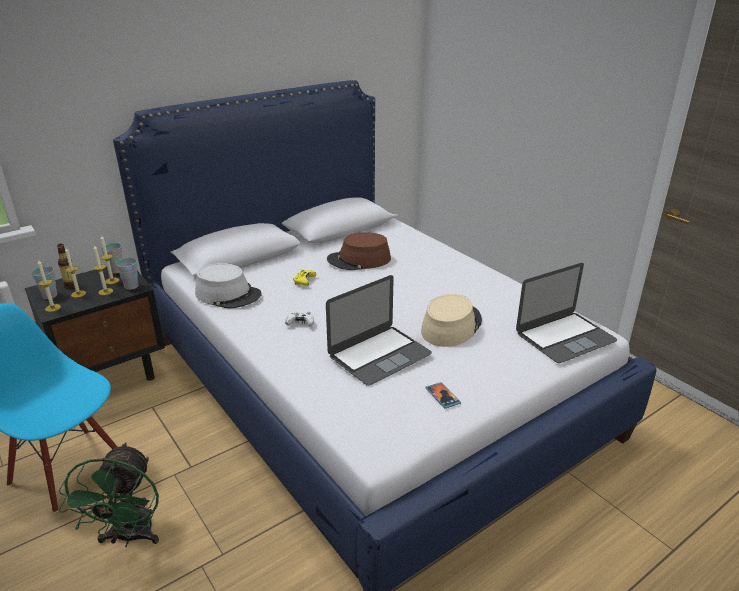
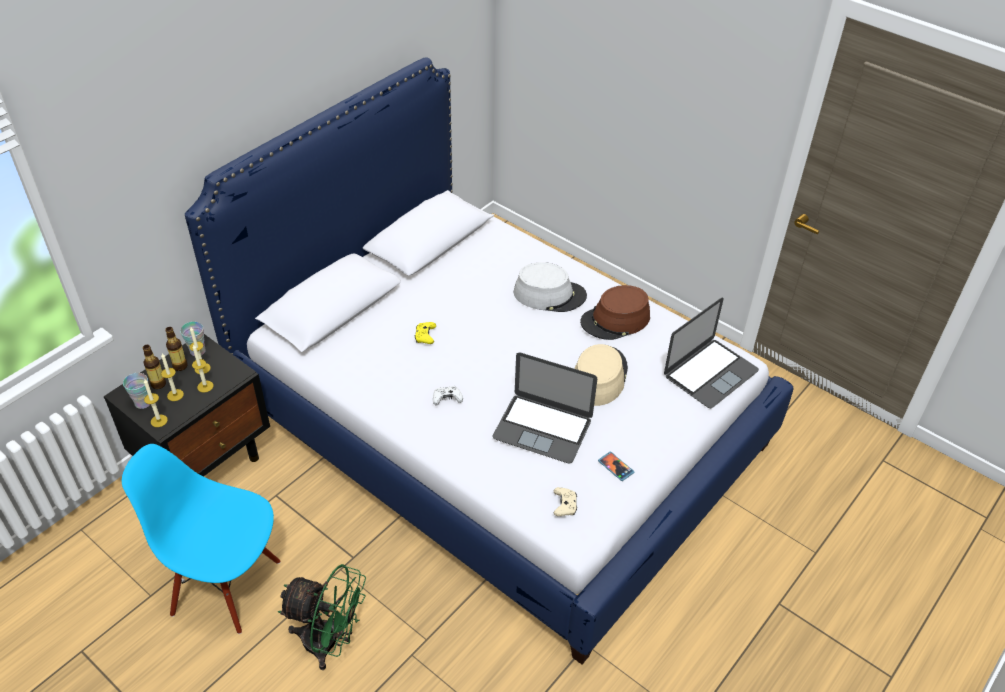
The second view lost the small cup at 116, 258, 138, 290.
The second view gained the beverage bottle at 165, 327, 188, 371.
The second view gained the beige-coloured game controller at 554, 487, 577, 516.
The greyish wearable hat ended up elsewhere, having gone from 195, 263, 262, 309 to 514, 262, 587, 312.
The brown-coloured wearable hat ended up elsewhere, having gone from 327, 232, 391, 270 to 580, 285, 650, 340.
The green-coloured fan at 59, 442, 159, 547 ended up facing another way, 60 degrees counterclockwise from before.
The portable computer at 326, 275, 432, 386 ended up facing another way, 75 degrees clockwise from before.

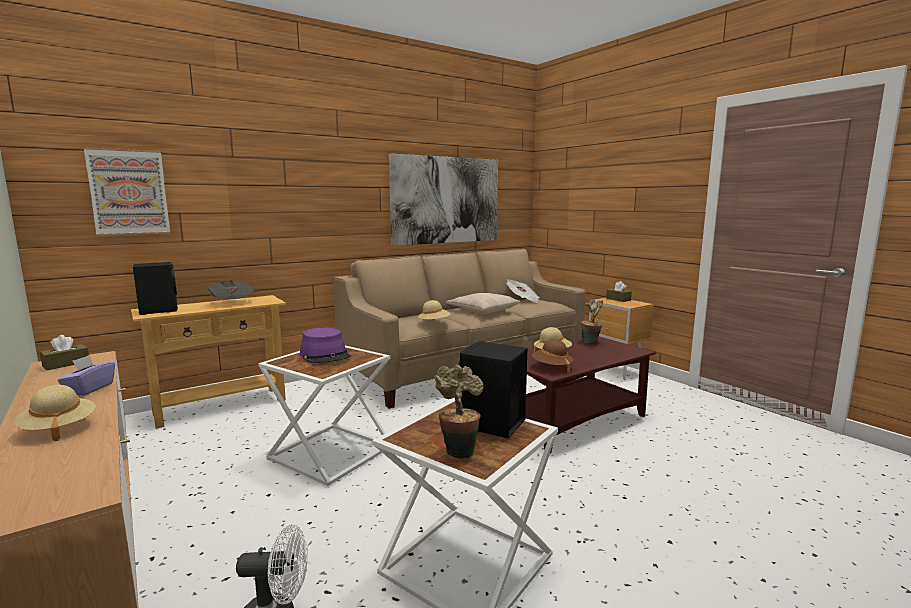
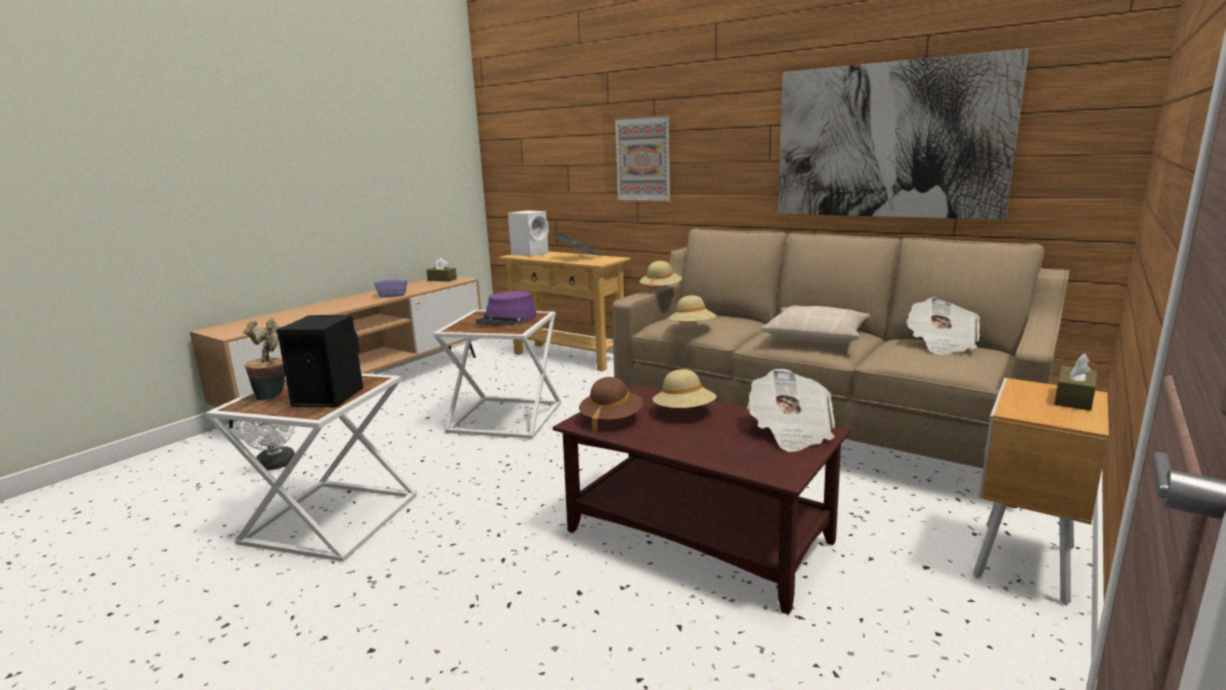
The beige-coloured wearable hat ended up elsewhere, having gone from 14, 385, 96, 441 to 640, 261, 682, 295.
The wall picture ended up elsewhere, having gone from 84, 147, 170, 236 to 614, 115, 671, 202.
Where the plant in a pot stood at 581, 300, 603, 343, the newspaper came to stand at 747, 369, 835, 452.
What was the blackish loudspeaker at 133, 262, 178, 315 turned into the white-coloured loudspeaker at 508, 210, 549, 257.

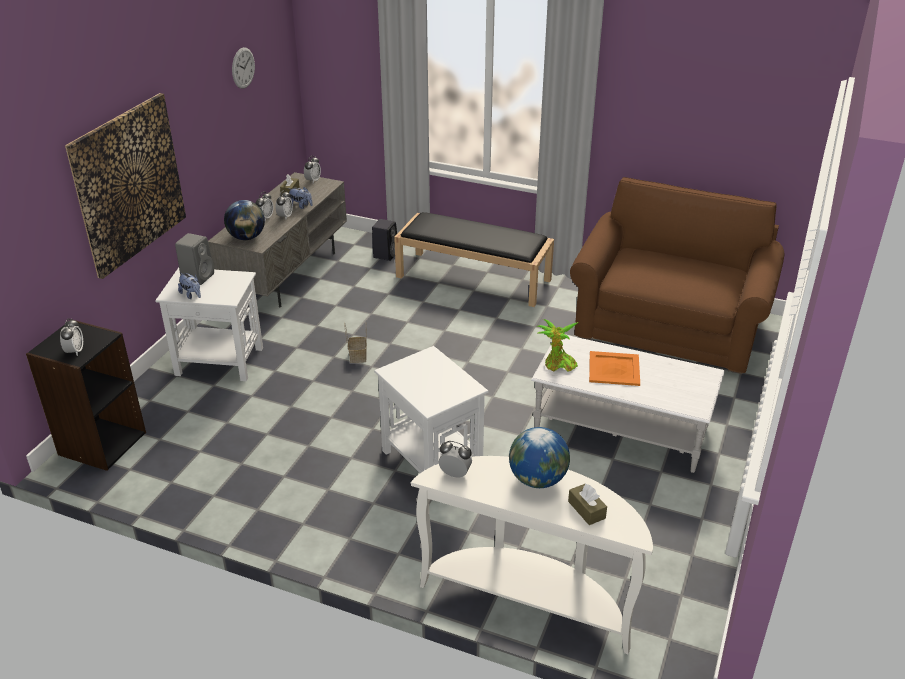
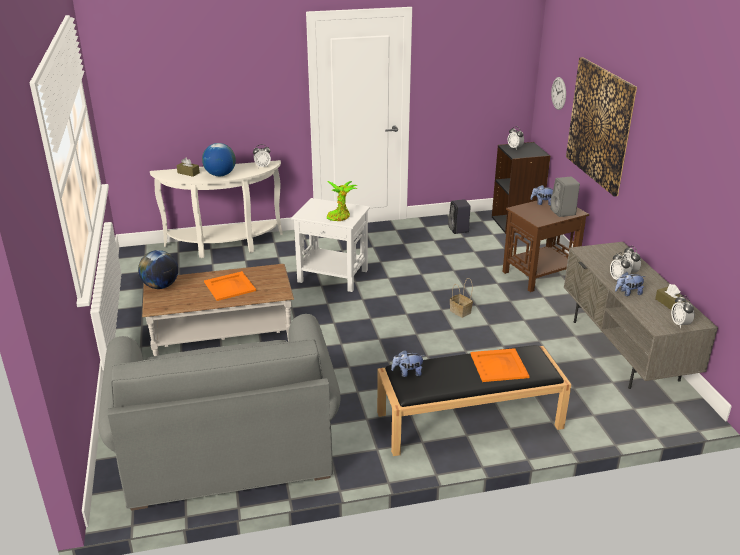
The second view gained the soft toy at 391, 350, 424, 377.
The second view gained the orange tray at 470, 348, 529, 382.
The globe ended up elsewhere, having gone from 224, 200, 265, 240 to 138, 250, 178, 289.
The hanging clock ended up elsewhere, having gone from 232, 47, 255, 89 to 551, 77, 566, 110.
The blackish loudspeaker ended up elsewhere, having gone from 372, 219, 397, 261 to 448, 199, 471, 234.
The plant in a pot ended up elsewhere, having gone from 537, 319, 578, 372 to 327, 181, 357, 221.
What was the white-coloured accent table at 155, 268, 263, 381 turned into the brown-coloured accent table at 503, 200, 589, 292.
What was the white-coloured lounge table at 531, 335, 725, 473 turned into the brown-coloured lounge table at 142, 264, 294, 356.
What was the brown-coloured settee at 570, 177, 784, 374 turned into the greyish settee at 98, 314, 341, 511.

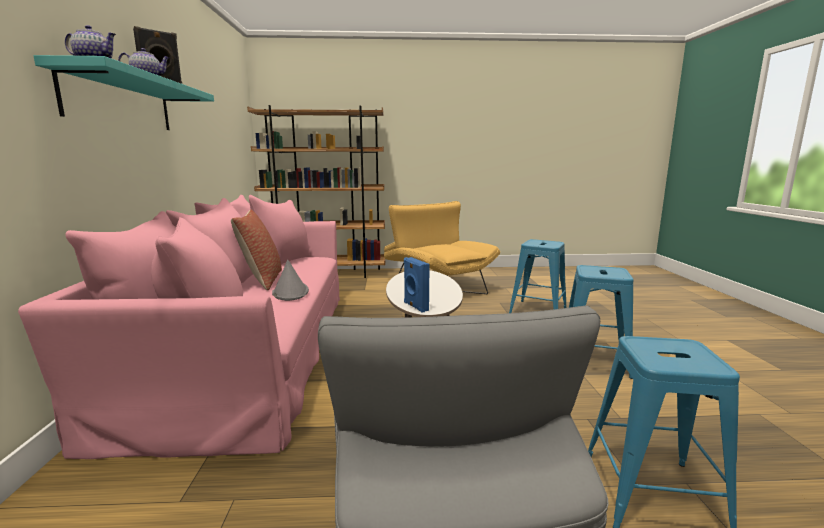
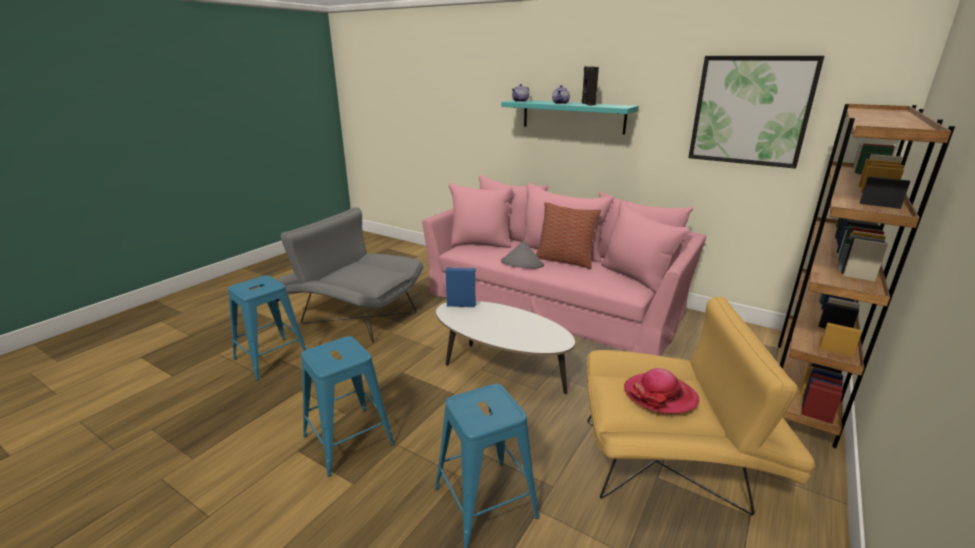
The second view gained the wearable hat at 624, 368, 699, 414.
The second view gained the wall picture at 688, 56, 824, 169.

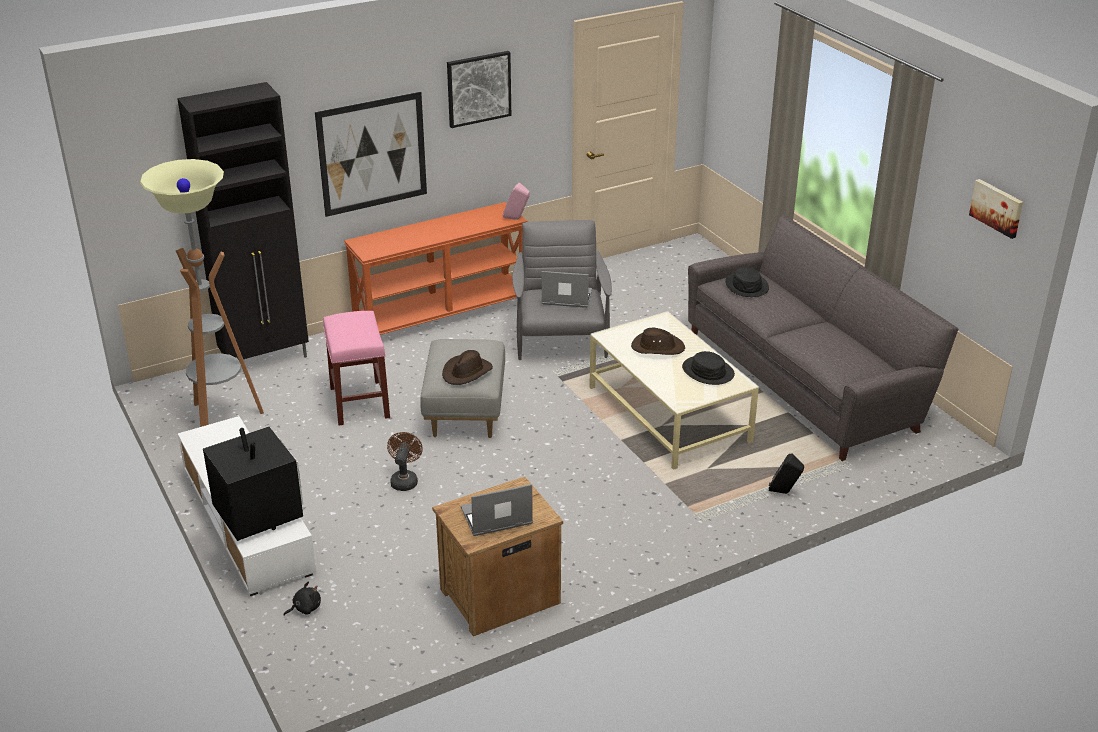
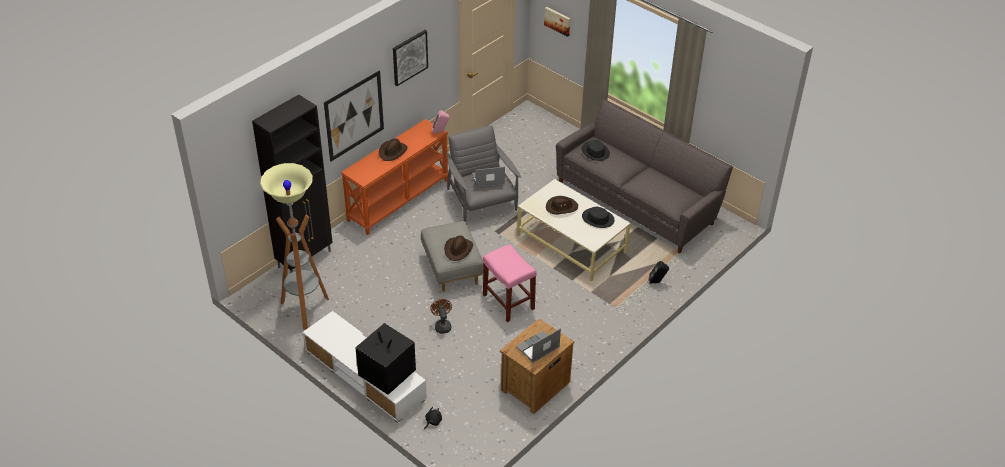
The second view gained the brown-coloured wearable hat at 379, 139, 408, 161.
The pinkish sitting stool ended up elsewhere, having gone from 323, 311, 390, 425 to 483, 244, 537, 322.
The wall picture ended up elsewhere, having gone from 969, 179, 1023, 239 to 544, 7, 570, 37.

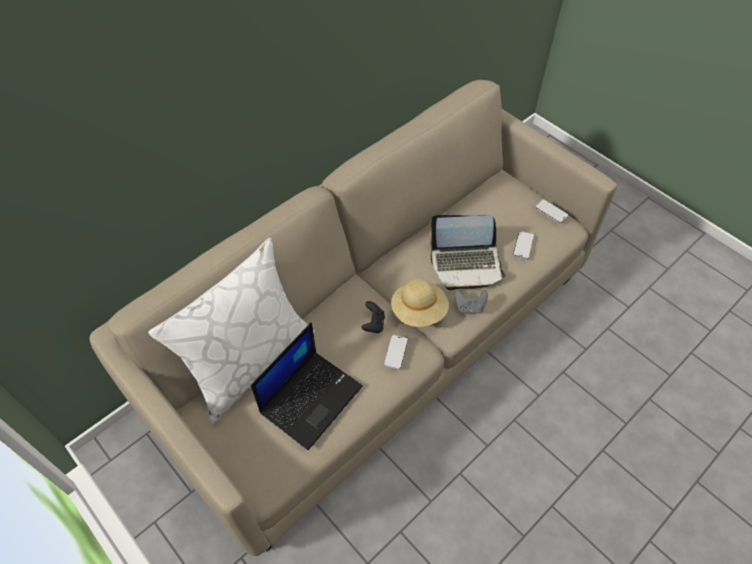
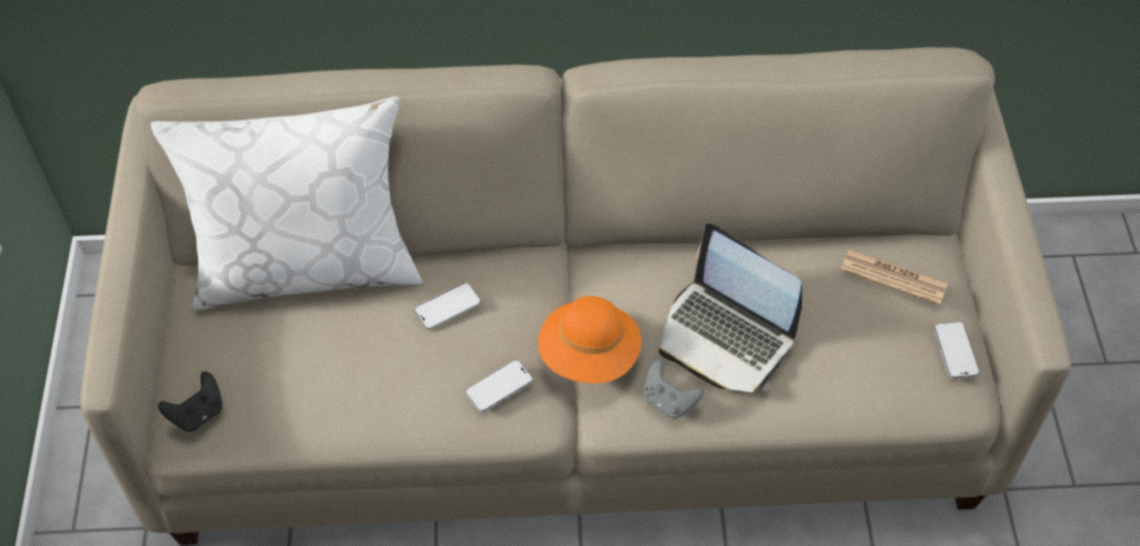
The second view lost the portable computer at 251, 322, 363, 450.
The second view gained the newspaper at 840, 249, 948, 305.
The blackish game controller ended up elsewhere, having gone from 361, 301, 385, 333 to 158, 372, 223, 432.
The handset ended up elsewhere, having gone from 513, 231, 534, 259 to 414, 283, 481, 330.
What was the beige-coloured wearable hat at 391, 278, 449, 327 turned into the orange wearable hat at 538, 296, 641, 383.

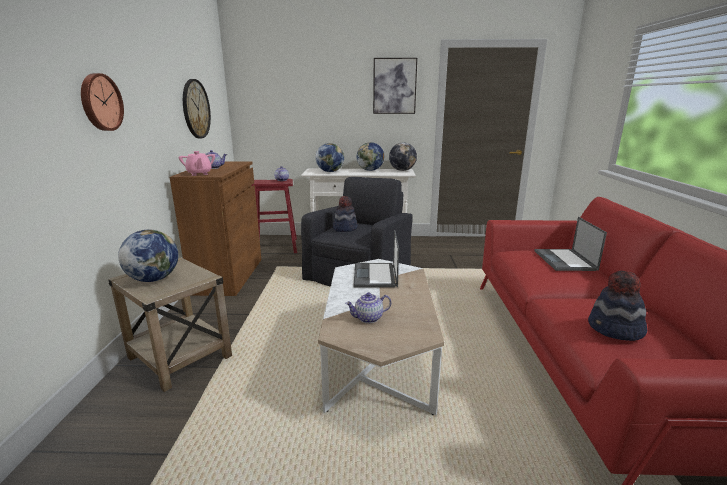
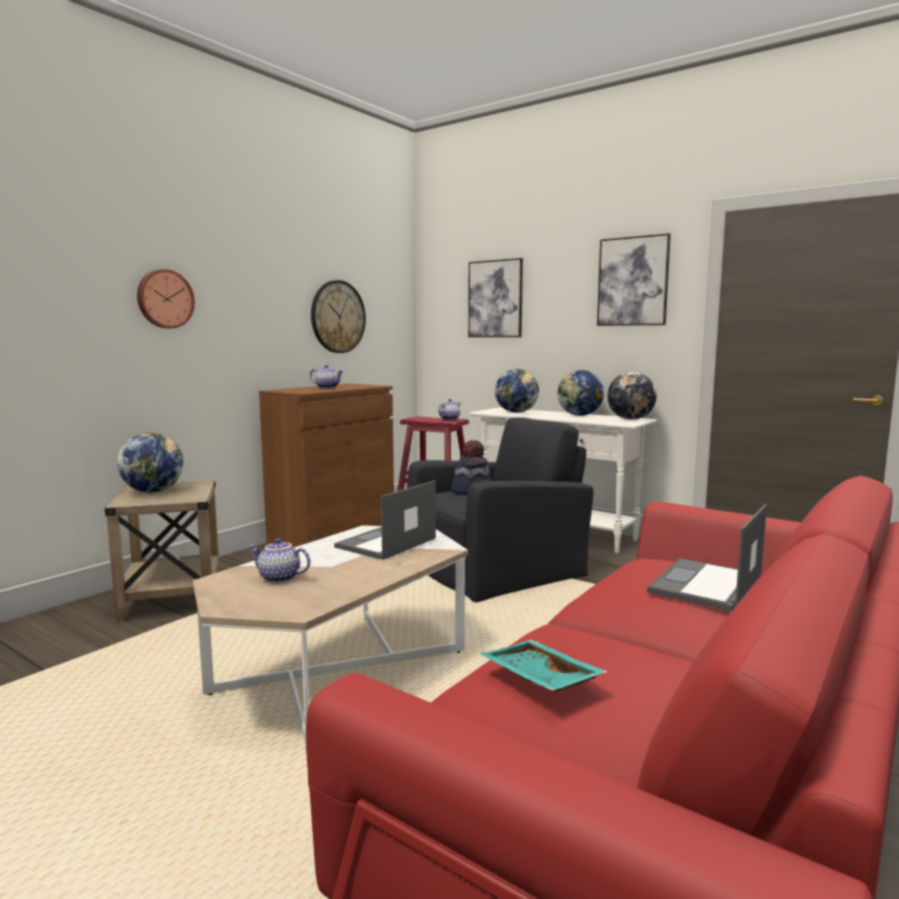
The second view lost the pinkish teapot at 179, 151, 215, 176.
The second view gained the wall picture at 468, 258, 523, 337.
Where the wearable hat stood at 588, 271, 647, 341, the turquoise tray came to stand at 479, 640, 608, 692.

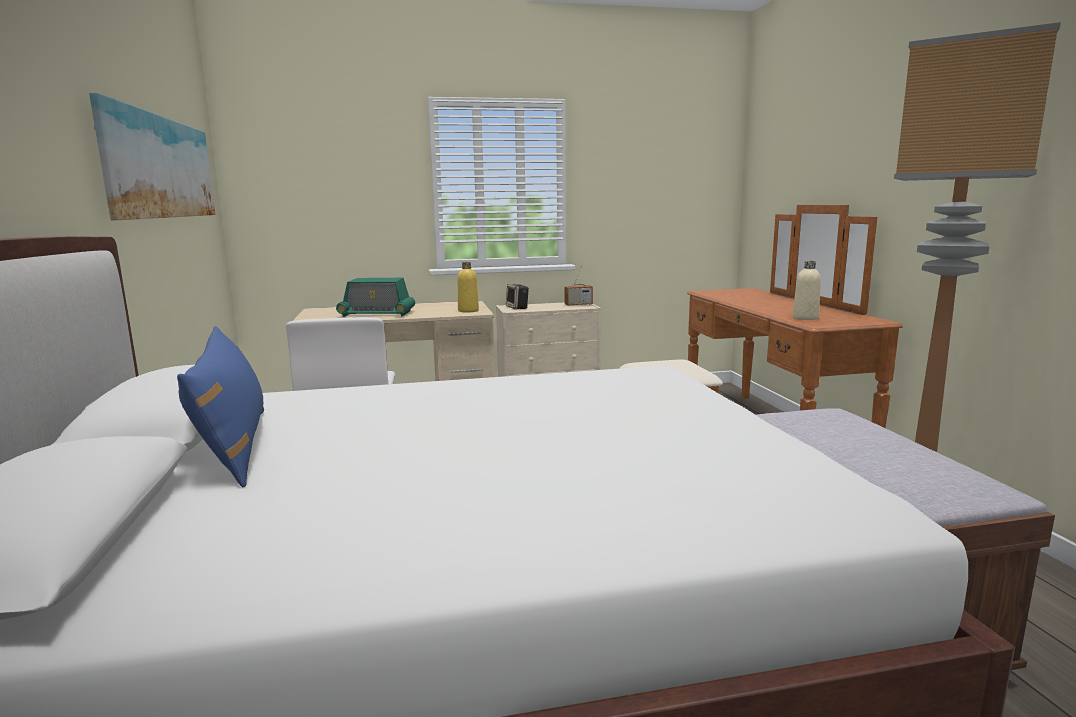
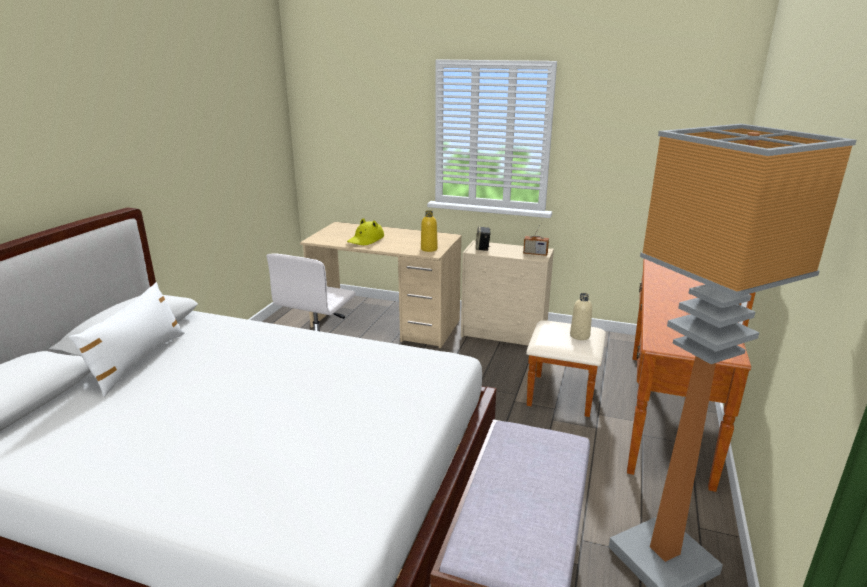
The second view lost the wall picture at 89, 92, 216, 220.
The beige-coloured beverage bottle ended up elsewhere, having gone from 793, 261, 821, 320 to 570, 293, 592, 340.
Where the radio stood at 336, 278, 415, 317, the yellow wearable hat came to stand at 347, 218, 384, 245.
What was the bluish throw pillow at 177, 326, 264, 487 turned into the white-coloured throw pillow at 69, 282, 185, 397.

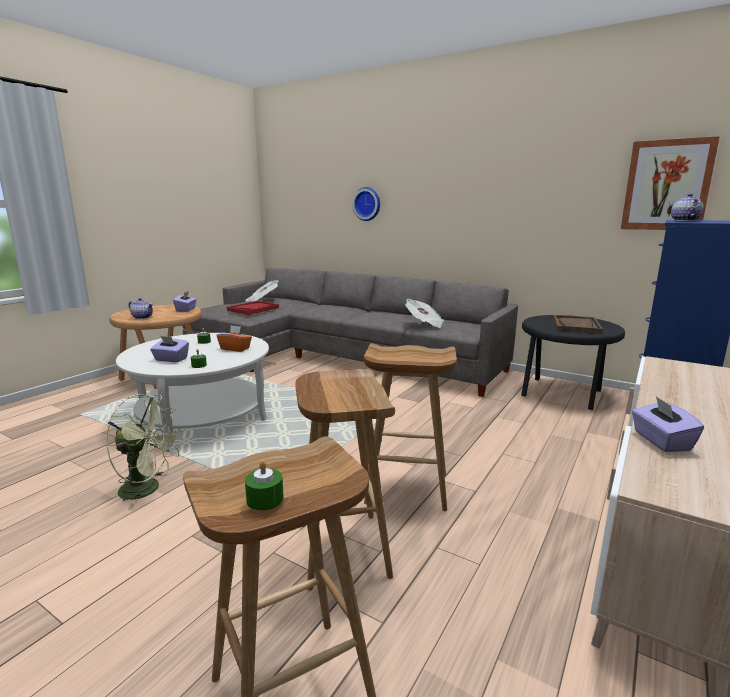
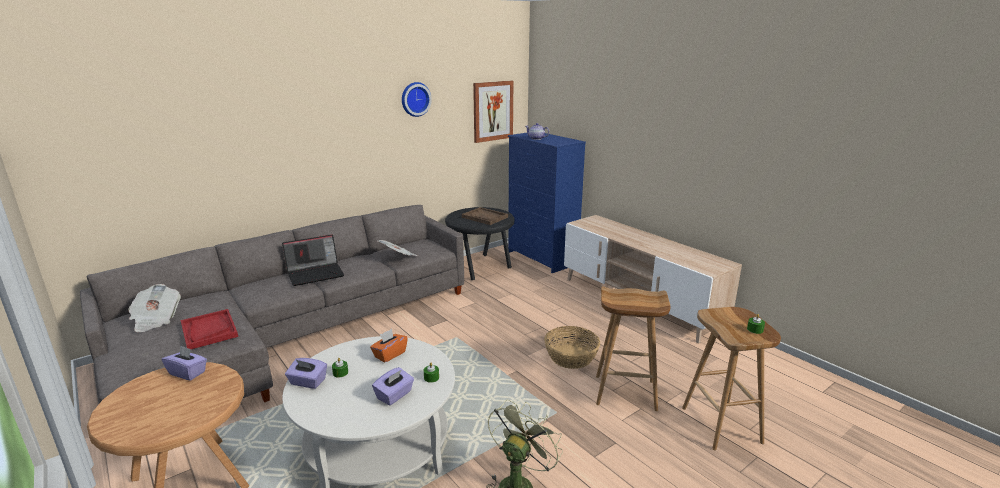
The second view lost the teapot at 128, 298, 153, 319.
The second view gained the portable computer at 282, 235, 344, 286.
The hanging clock ended up elsewhere, having gone from 352, 187, 380, 221 to 402, 82, 432, 117.
The purple tissue holder ended up elsewhere, having gone from 632, 396, 704, 452 to 285, 358, 327, 389.
Where the brown-coloured sitting stool stood at 364, 343, 457, 511, the basket came to stand at 544, 326, 600, 369.

